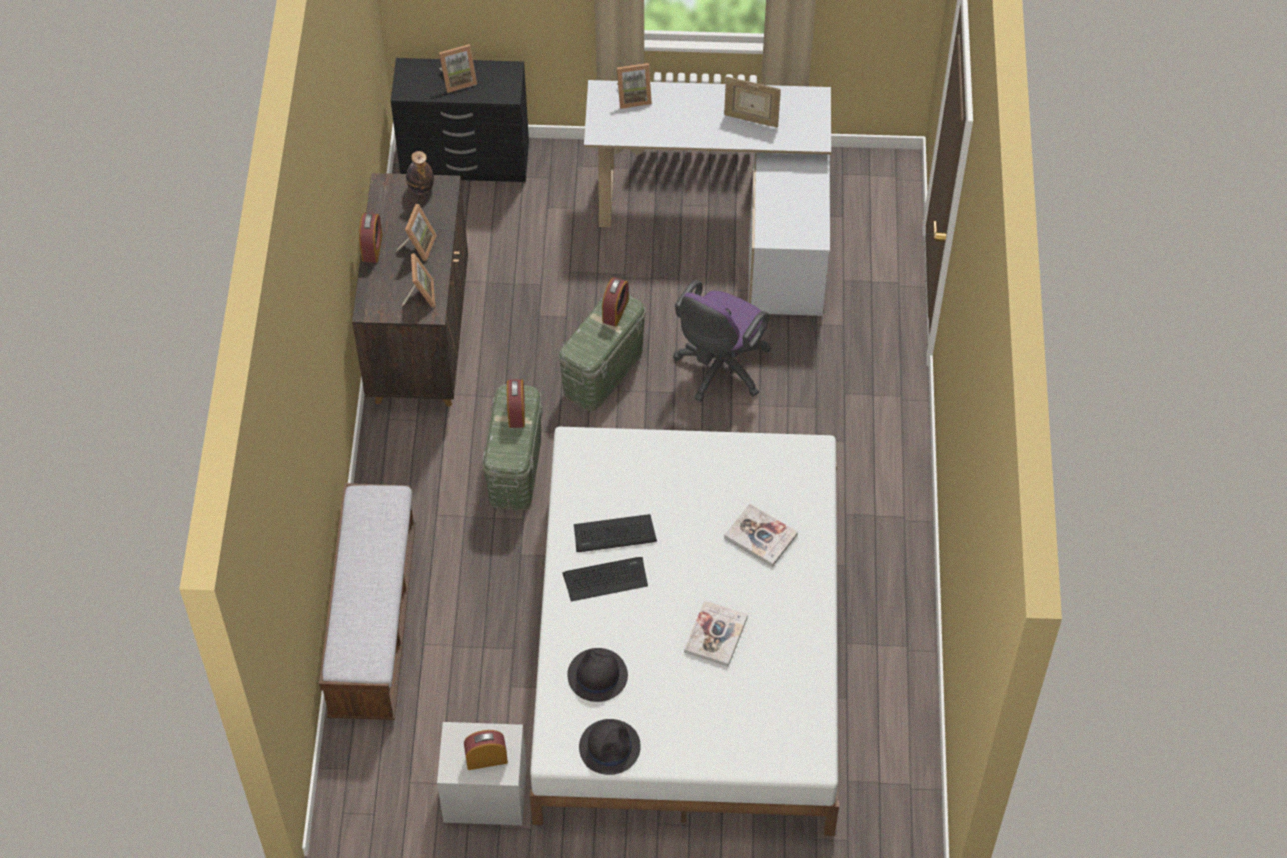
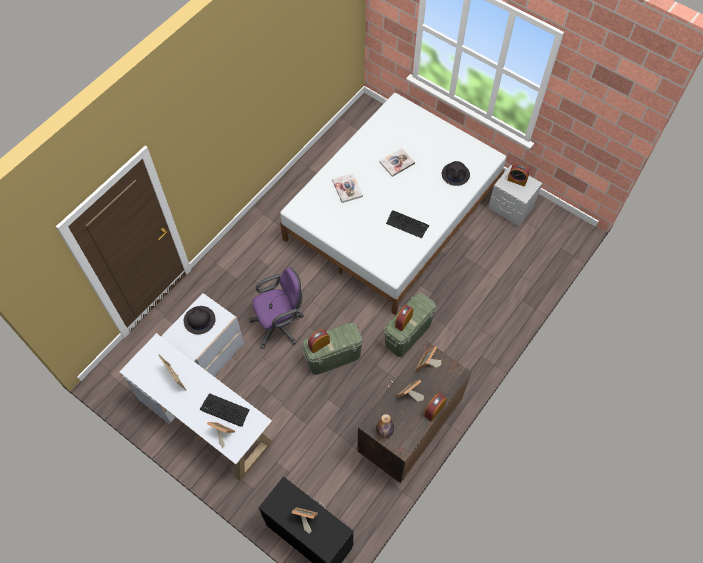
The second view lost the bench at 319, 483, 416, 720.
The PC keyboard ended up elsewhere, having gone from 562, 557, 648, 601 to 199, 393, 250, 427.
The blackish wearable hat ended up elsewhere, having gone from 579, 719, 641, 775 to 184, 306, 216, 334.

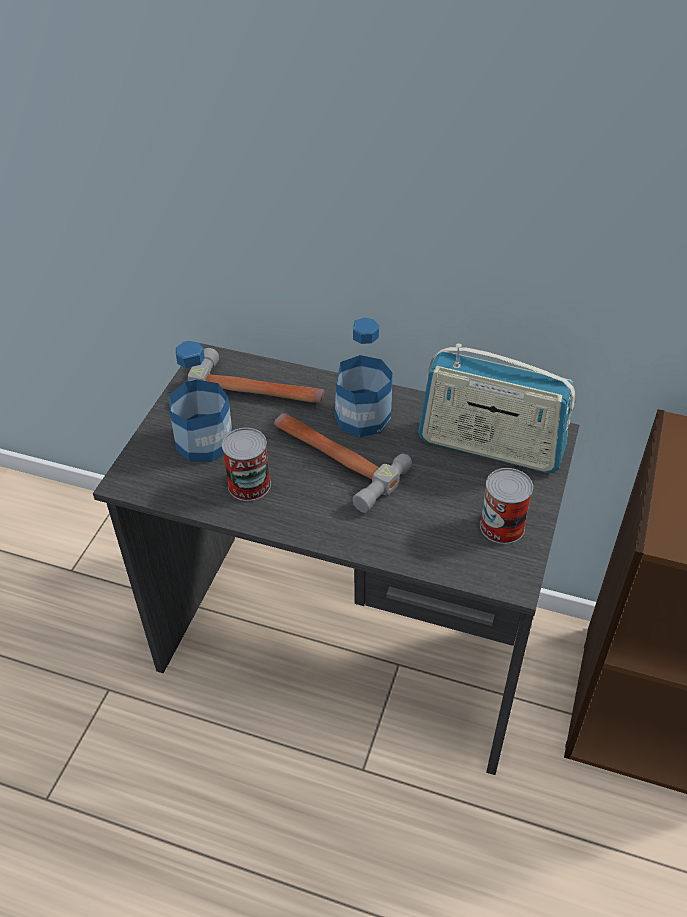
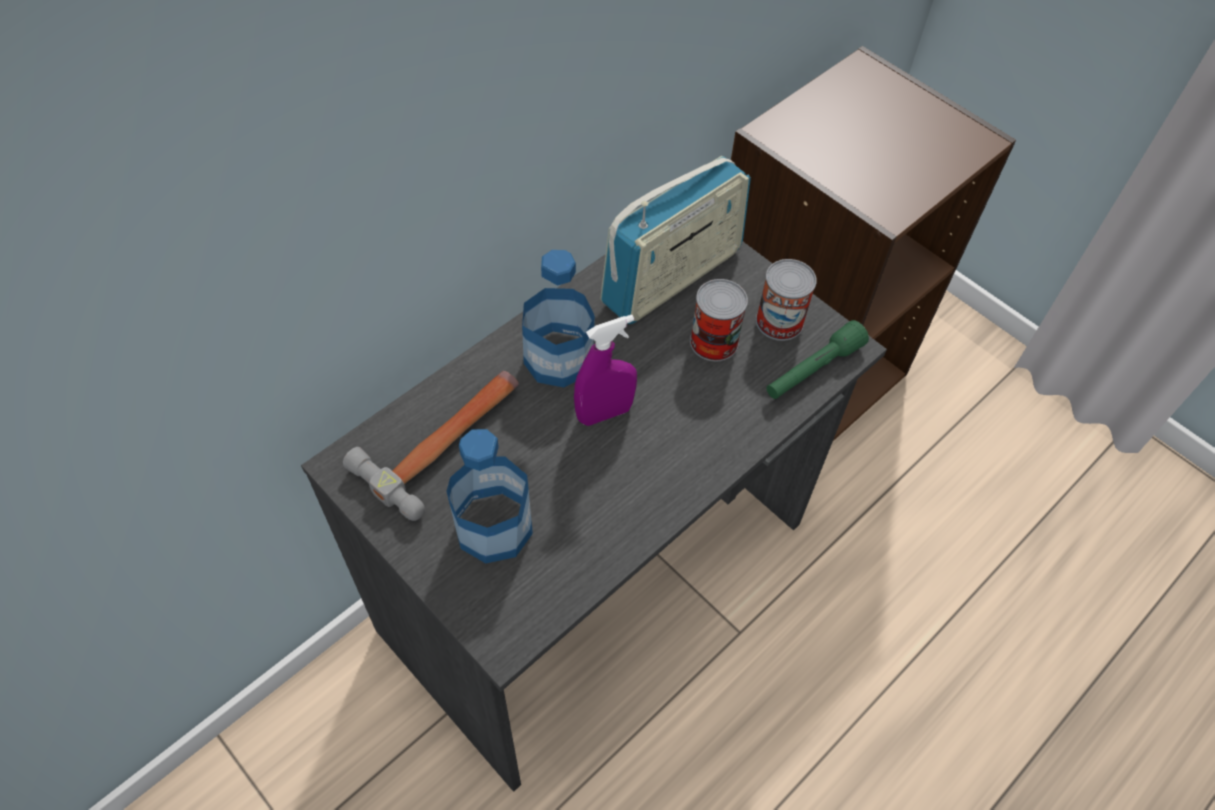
The second view gained the green-coloured flashlight at 766, 320, 869, 399.
The metal can ended up elsewhere, having gone from 222, 428, 271, 501 to 690, 279, 748, 361.
Where the hand hammer stood at 274, 413, 412, 513, the purple hand sprayer came to stand at 574, 315, 637, 426.

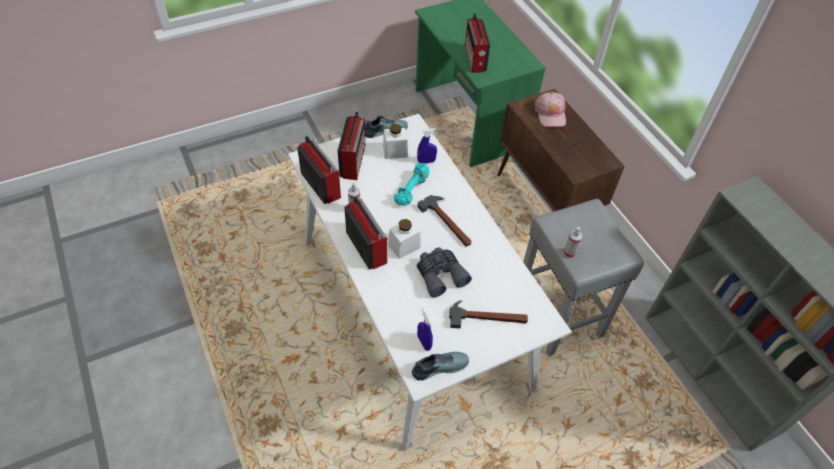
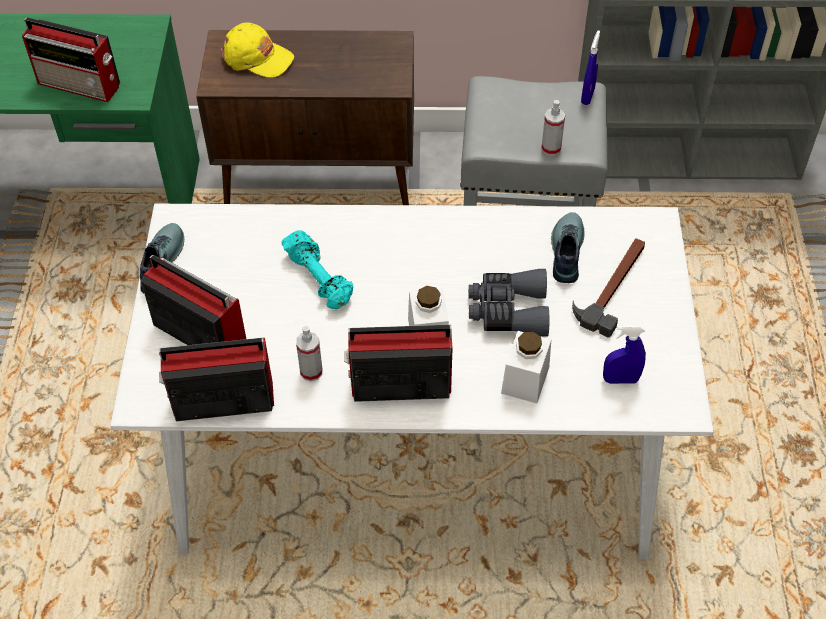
The second view lost the hand hammer at 418, 195, 471, 247.
The white-coloured storage jar ended up elsewhere, having gone from 383, 124, 408, 159 to 501, 331, 551, 403.
The shoe ended up elsewhere, having gone from 412, 352, 469, 381 to 551, 212, 584, 283.
The bluish hand sprayer ended up elsewhere, having gone from 417, 128, 437, 163 to 581, 30, 600, 105.
What was the pinkish peaked cap at 534, 92, 566, 127 turned into the yellow peaked cap at 221, 22, 294, 78.

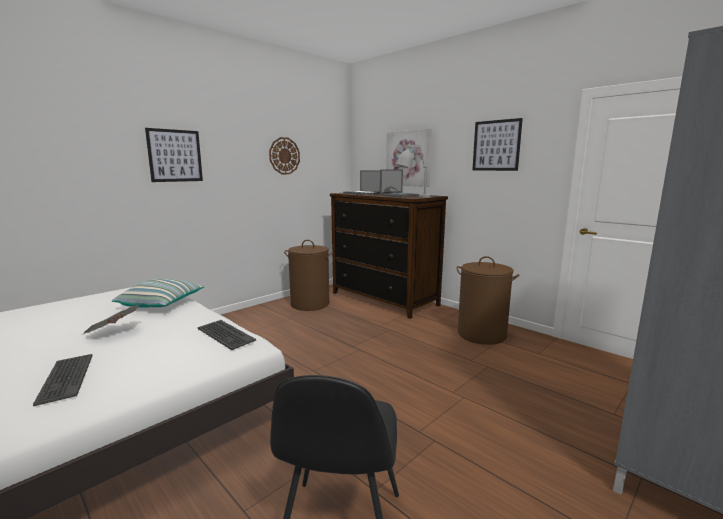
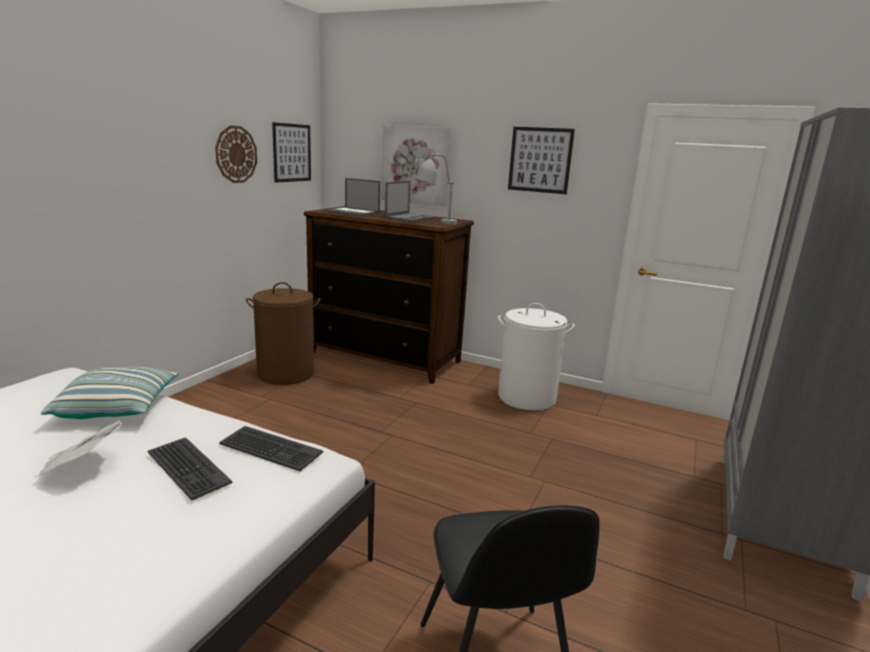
The PC keyboard ended up elsewhere, having gone from 33, 354, 93, 406 to 148, 437, 232, 501.
The wall picture ended up elsewhere, having gone from 145, 128, 203, 182 to 272, 122, 311, 183.
What was the brown-coloured hamper at 456, 256, 519, 345 turned into the white-coloured hamper at 498, 303, 575, 410.

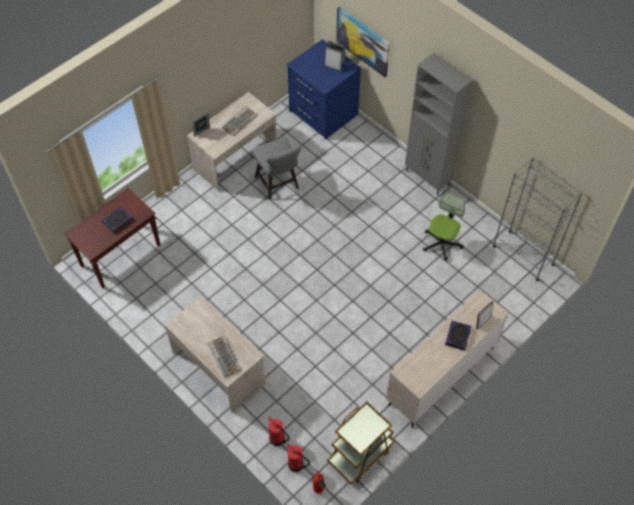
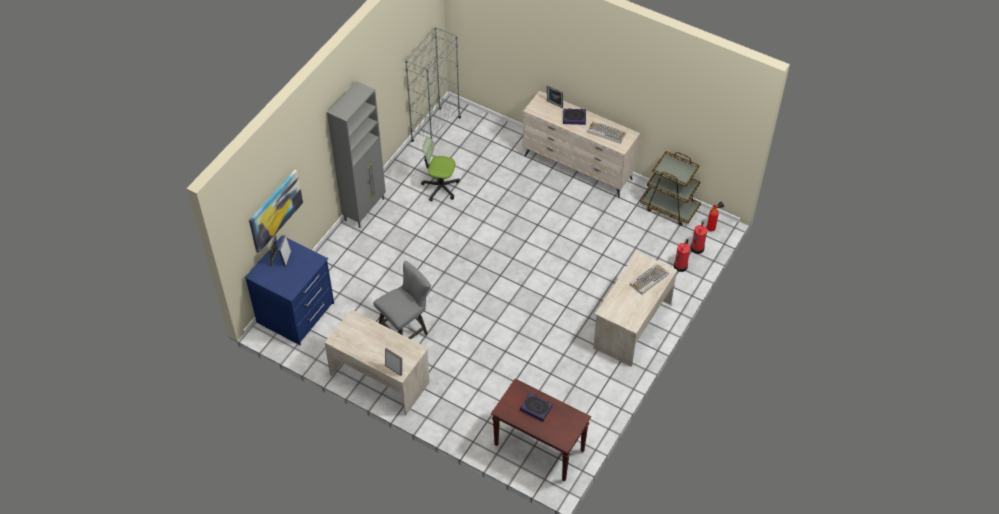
The PC keyboard ended up elsewhere, having gone from 222, 106, 257, 136 to 587, 121, 626, 143.

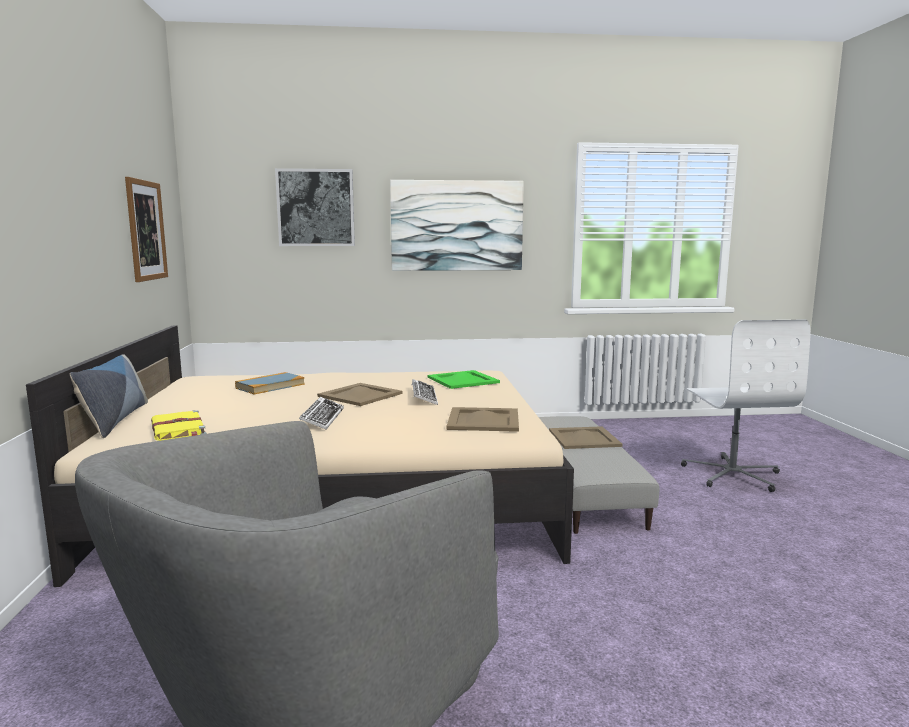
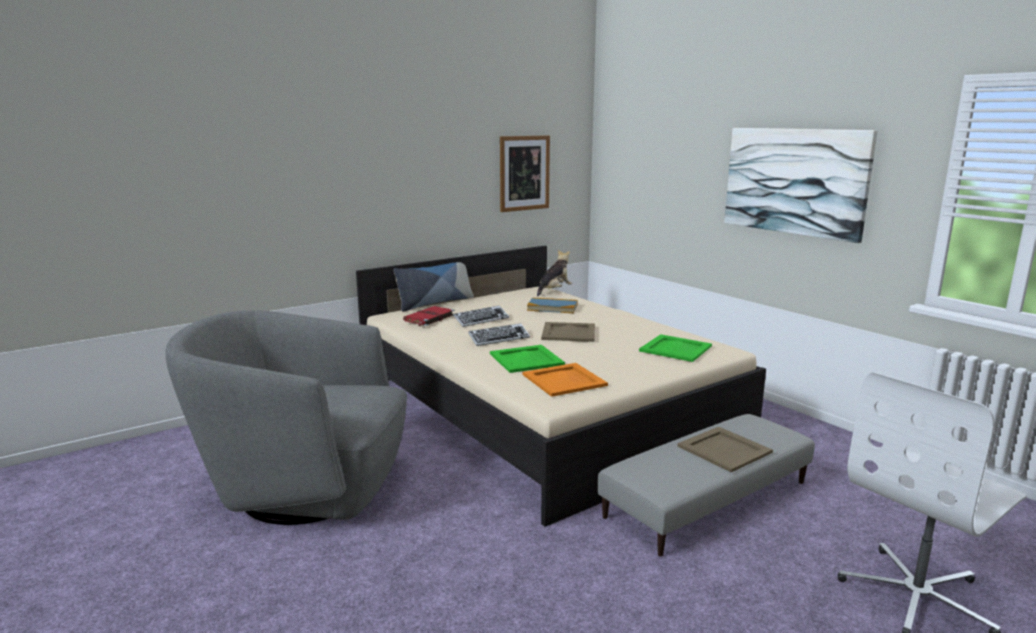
The second view lost the wall picture at 275, 168, 355, 246.
The second view gained the green-coloured tray at 490, 345, 565, 373.
The second view gained the soft toy at 537, 250, 572, 296.
The PC keyboard ended up elsewhere, having gone from 411, 379, 438, 405 to 453, 306, 509, 327.
What was the yellow volume at 151, 410, 206, 441 turned into the reddish volume at 403, 306, 455, 326.
What was the beige-coloured tray at 446, 407, 519, 432 turned into the orange tray at 523, 363, 608, 397.

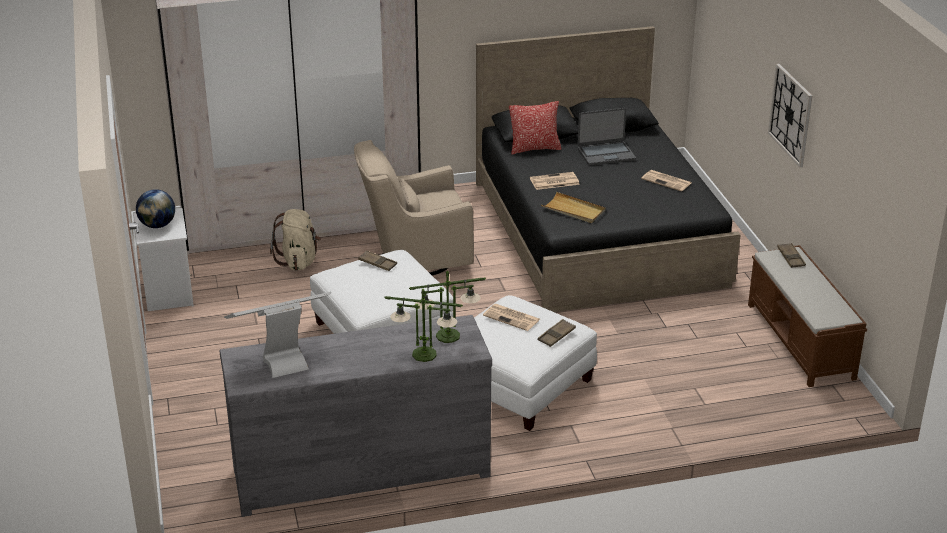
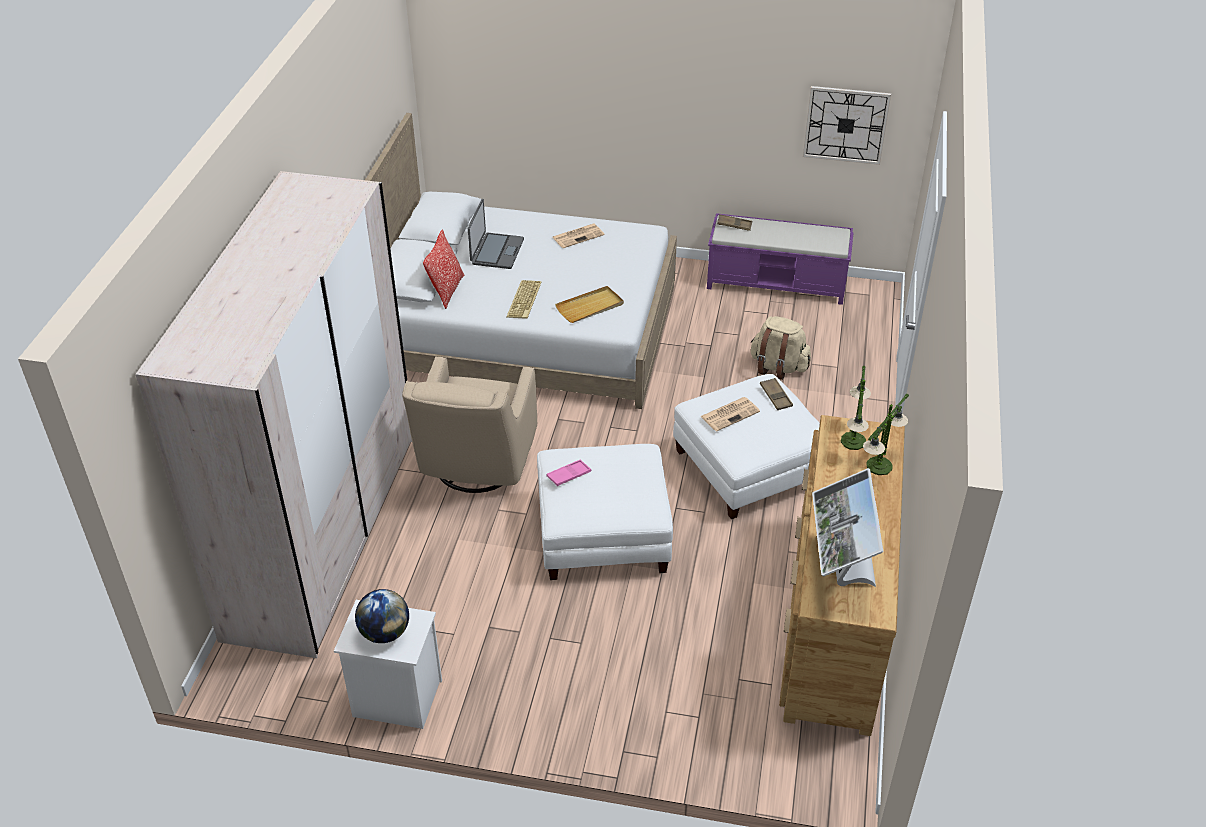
The beige-coloured backpack ended up elsewhere, having gone from 270, 209, 321, 271 to 750, 316, 811, 380.
The hanging clock ended up elsewhere, having gone from 768, 64, 812, 167 to 803, 86, 891, 165.
Where the newspaper stood at 530, 172, 580, 190, the PC keyboard came to stand at 506, 280, 542, 319.
What was the greyish dresser at 219, 315, 492, 517 turned into the brown-coloured dresser at 779, 415, 905, 736.
What was the brown-coloured tray at 358, 250, 397, 271 turned into the pinkish tray at 547, 459, 591, 486.
What was the blackish bed at 476, 26, 741, 312 turned into the white-coloured bed at 365, 113, 677, 409.
What was the brown-coloured bench at 748, 245, 867, 387 turned into the purple bench at 707, 213, 854, 305.

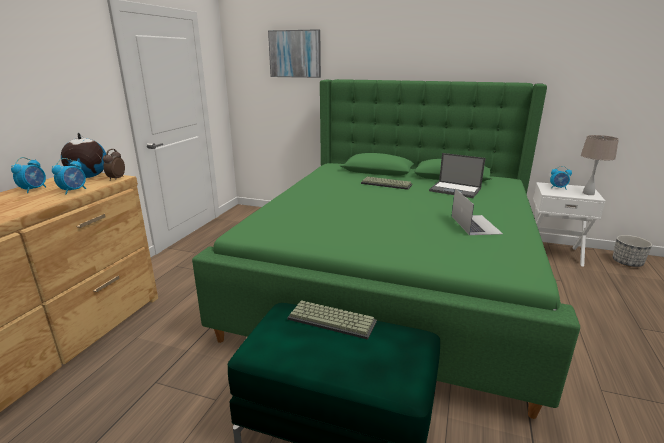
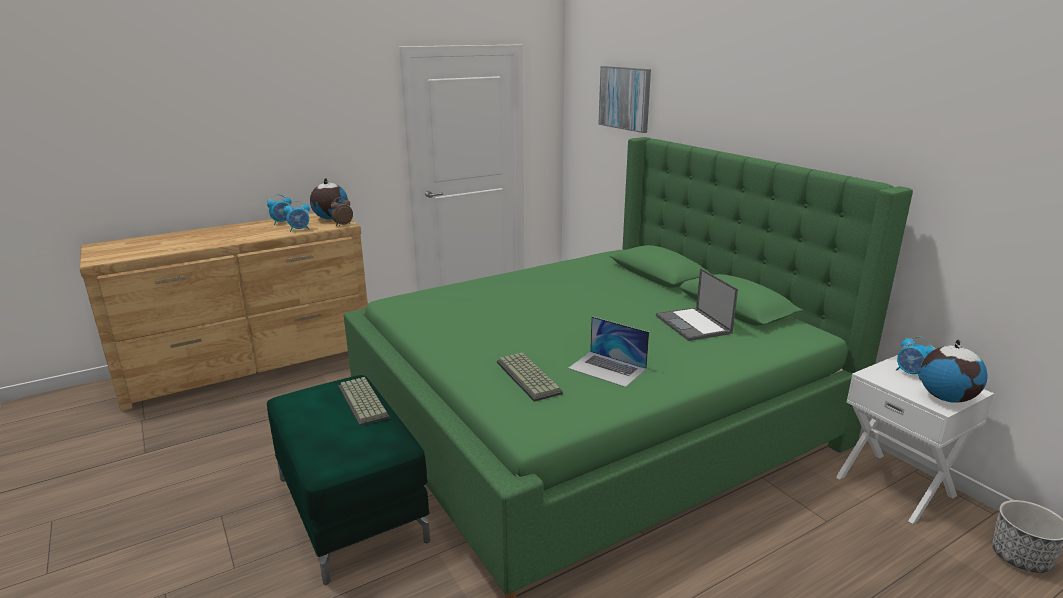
The PC keyboard ended up elsewhere, having gone from 361, 177, 413, 190 to 497, 353, 563, 402.
Where the beige-coloured tabletop lamp stood at 581, 135, 619, 195, the globe came to stand at 920, 340, 988, 403.
The portable computer at 452, 189, 503, 235 ended up facing another way, 90 degrees clockwise from before.

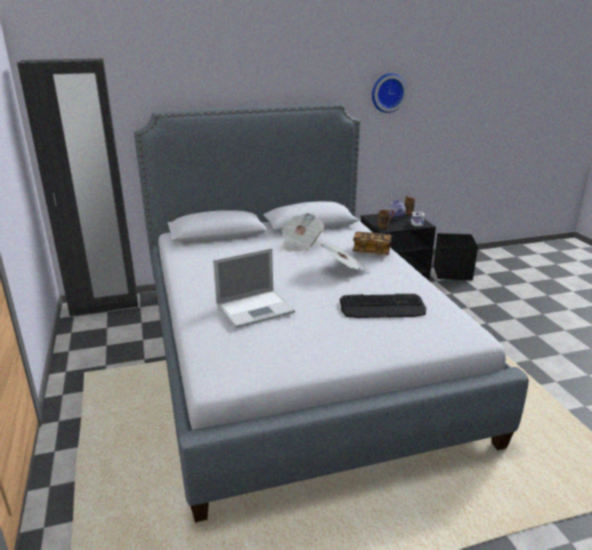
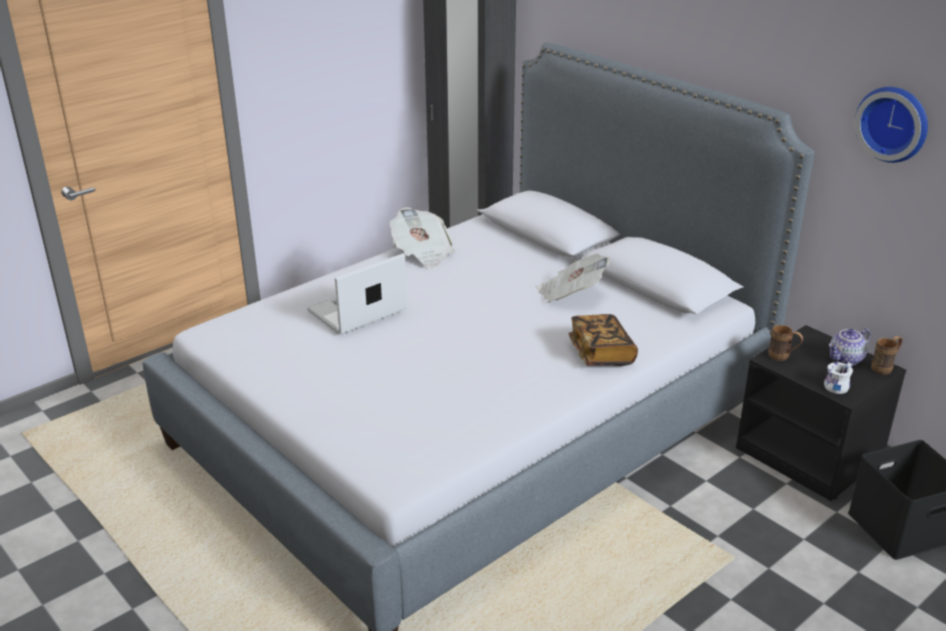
The second view lost the PC keyboard at 340, 294, 426, 318.
The newspaper ended up elsewhere, having gone from 319, 243, 370, 271 to 389, 207, 455, 268.
The portable computer at 213, 248, 295, 328 ended up facing another way, 105 degrees clockwise from before.

